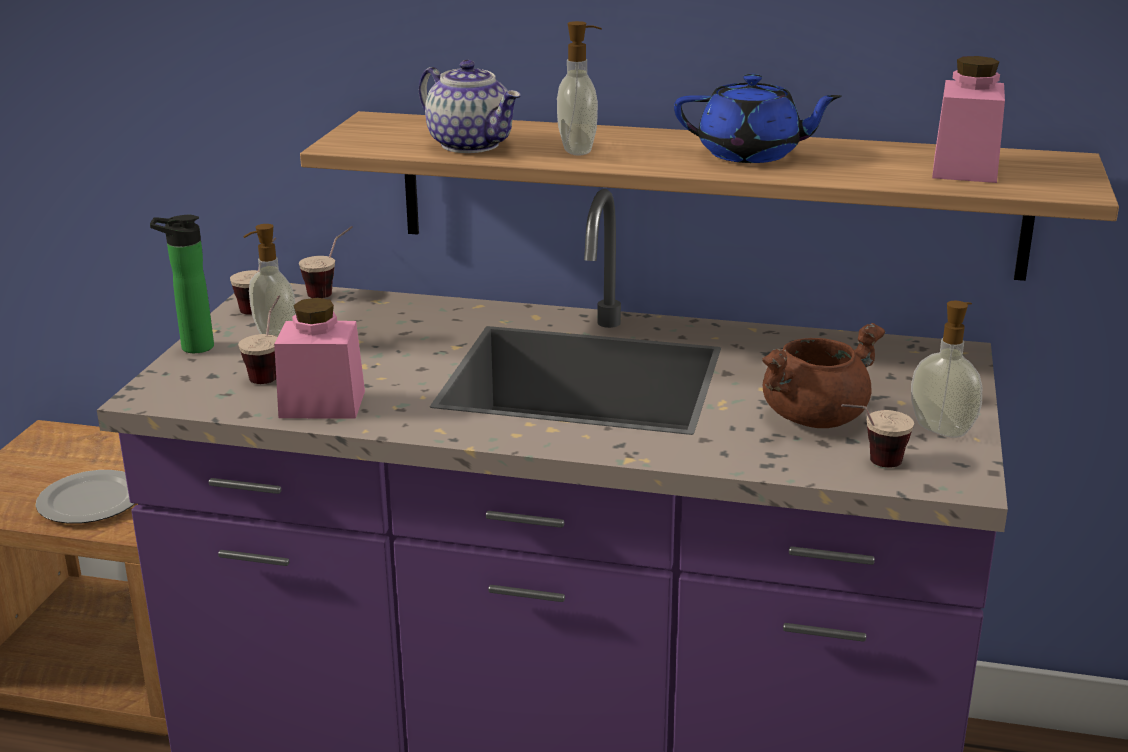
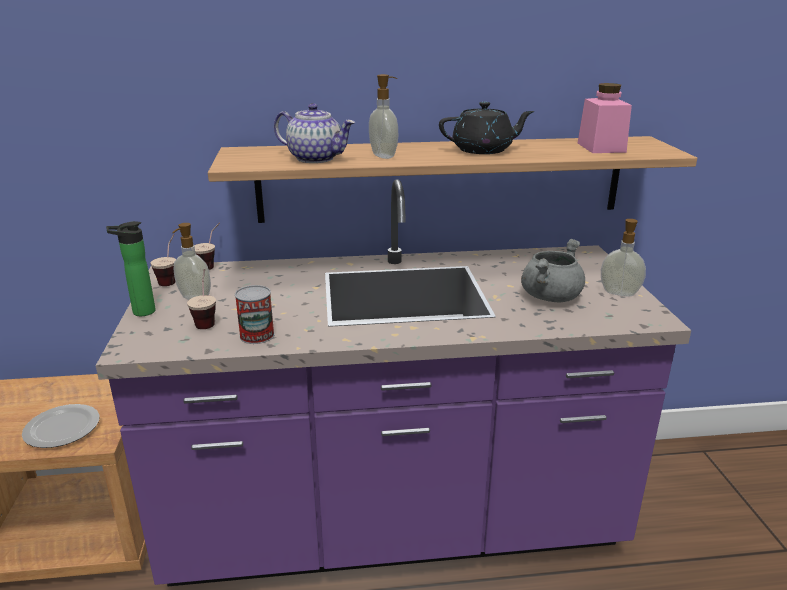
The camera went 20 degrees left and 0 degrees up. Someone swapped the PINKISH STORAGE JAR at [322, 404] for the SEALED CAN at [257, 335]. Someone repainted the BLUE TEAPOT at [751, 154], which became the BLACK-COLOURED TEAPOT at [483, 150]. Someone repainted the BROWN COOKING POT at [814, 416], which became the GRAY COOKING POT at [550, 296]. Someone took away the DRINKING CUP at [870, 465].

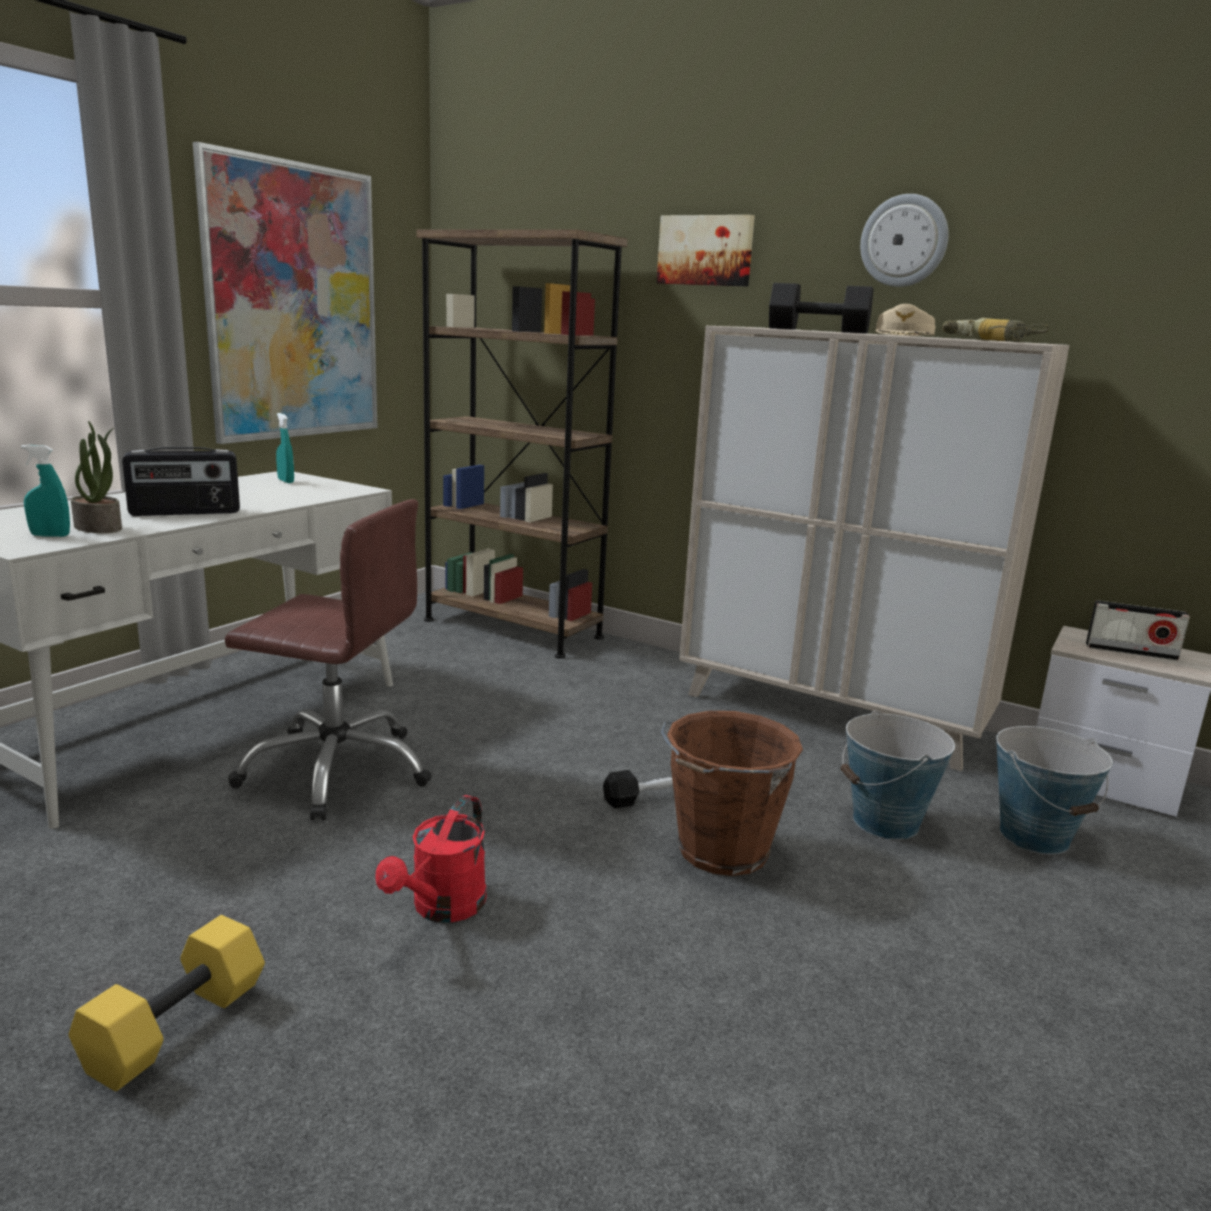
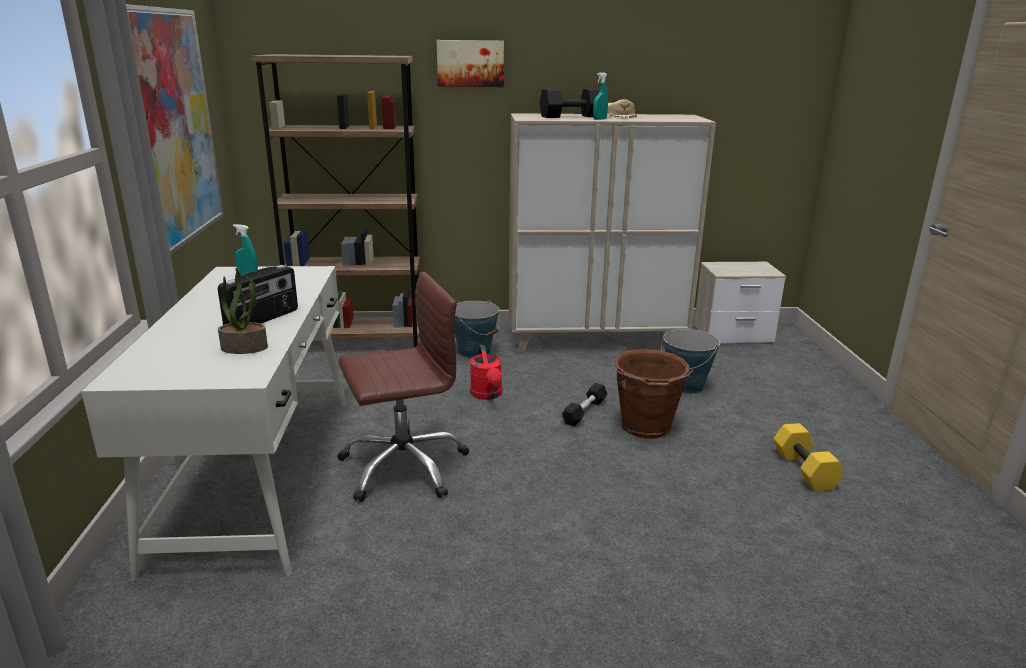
The camera went 35 degrees left and 5 degrees up. Someone carried the PAIL from [1034, 836] to [474, 352]. Someone carried the REDDISH SPRINKLING CAN from [442, 908] to [487, 395]. Someone carried the TURQUOISE SPRAY BOTTLE from [50, 535] to [599, 119]. Someone carried the YELLOW-COLOURED FREE WEIGHT from [176, 1029] to [805, 470]. Someone took away the CLOCK ON THE WALL at [904, 241]. Someone took away the DRILL at [991, 340]. Someone took away the RADIO at [1131, 651].

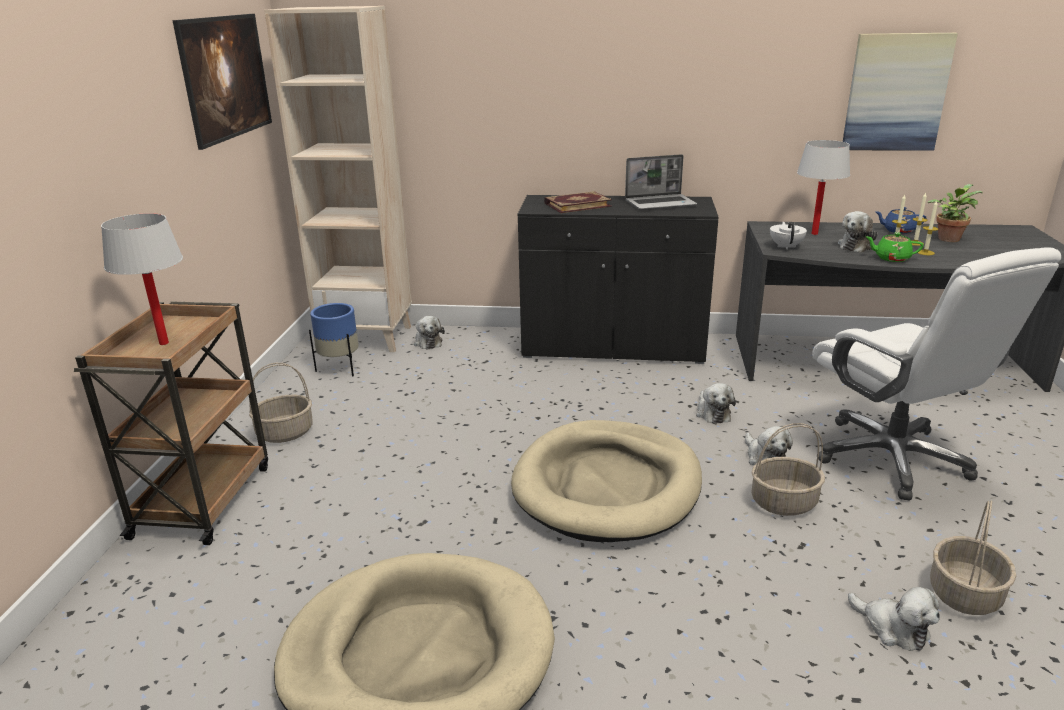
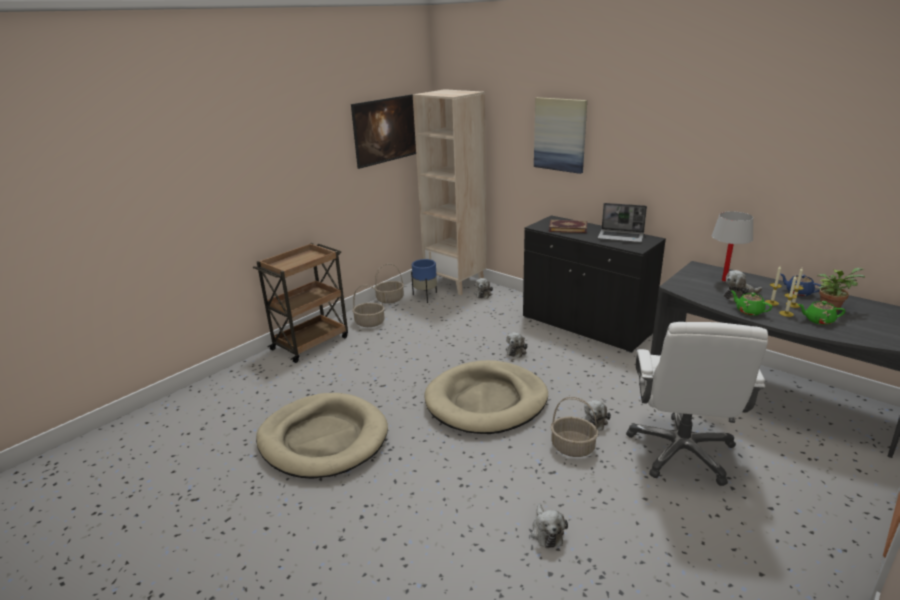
The camera went 35 degrees right and 0 degrees up. Someone carried the BASKET from [965, 595] to [390, 299]. Someone carried the CUDDLY TOY from [712, 413] to [517, 350]. Someone carried the WALL ART from [896, 92] to [560, 134]. Someone put down the GREENISH TEAPOT at [818, 320]. Someone took away the WHITE TABLE LAMP at [164, 343]. Someone took away the WHITE TEAPOT at [786, 247].

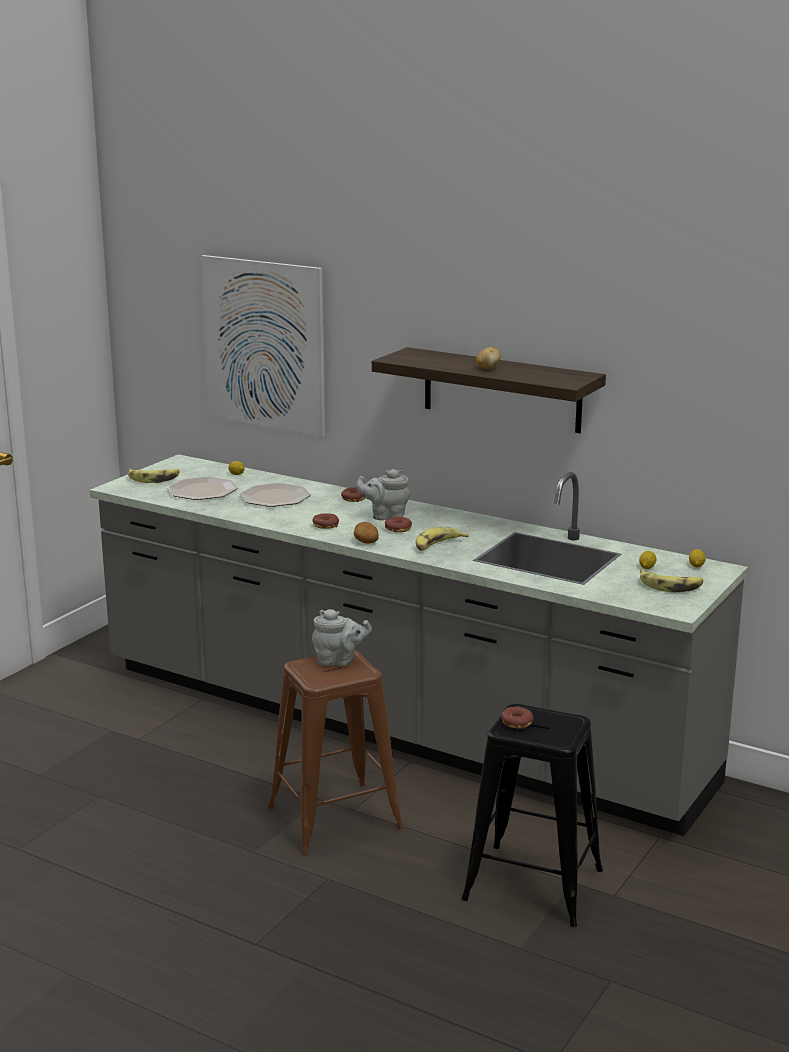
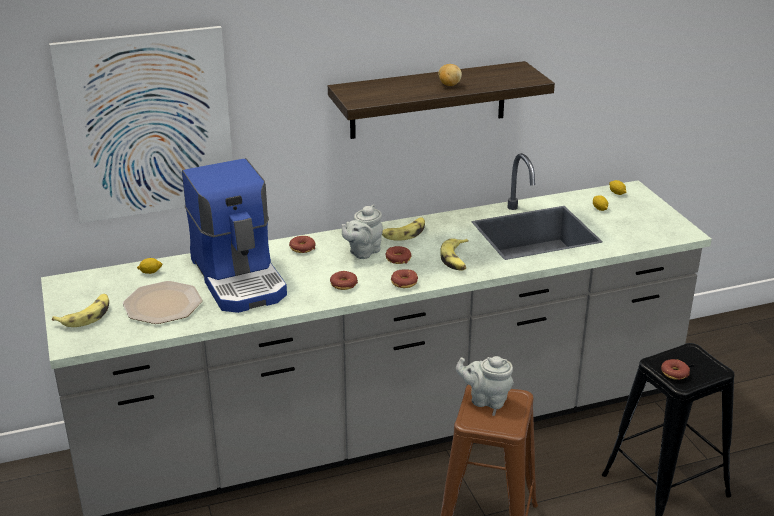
The camera went 50 degrees left and 10 degrees up. Someone swapped the FLAT DISH at [276, 497] for the COFFEE MACHINE at [240, 278]. Someone carried the BANANA FRUIT from [670, 586] to [403, 233]. Someone swapped the WHOLE POTATO at [365, 541] for the DONUT at [404, 283]. Someone rotated the GRAY TEAPOT at [339, 661] by 120 degrees counterclockwise.

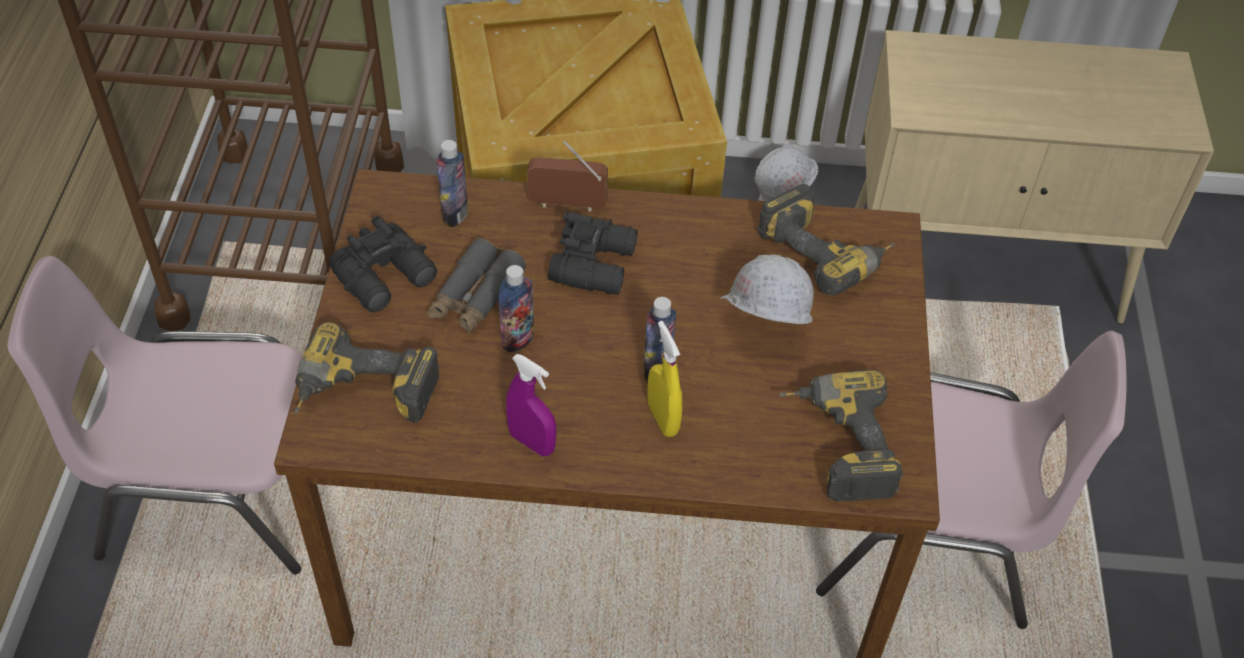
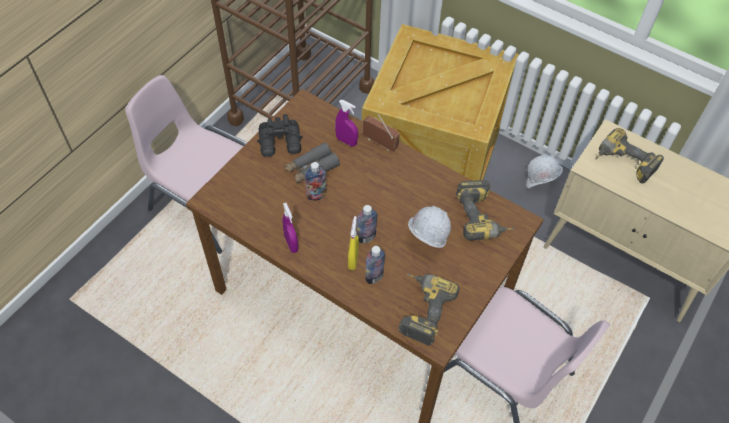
The camera went 30 degrees right and 5 degrees up. Someone put down the PURPLISH SPRAY BOTTLE at [346, 141]. Someone carried the BEVERAGE BOTTLE from [455, 214] to [374, 277]. Someone carried the DRILL from [363, 397] to [622, 164]. Someone took away the BLACK-COLOURED BINOCULARS at [596, 263].

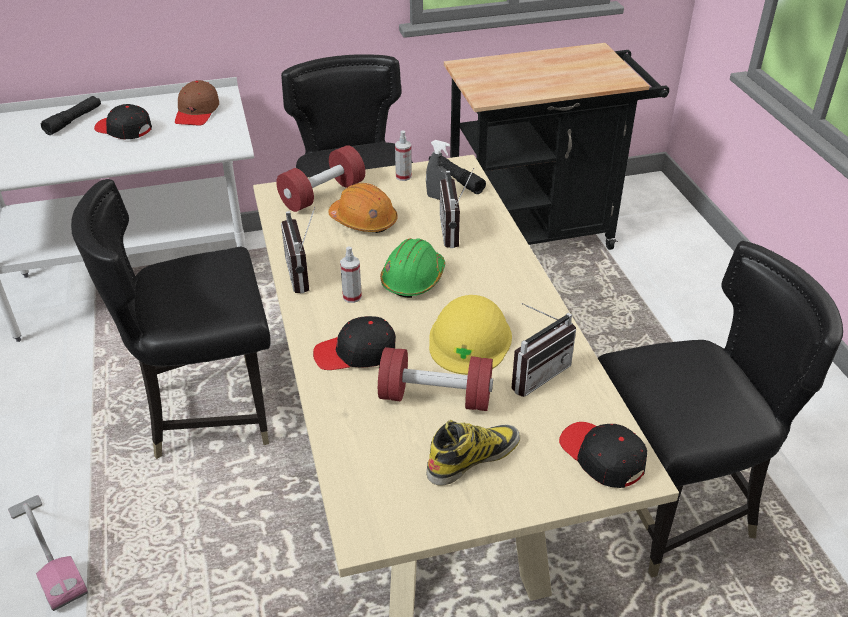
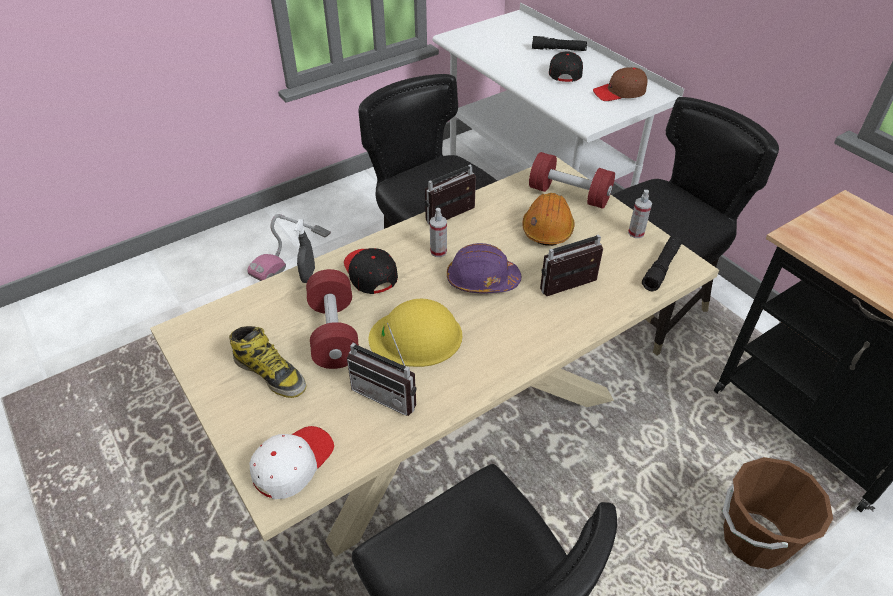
The camera went 70 degrees right and 5 degrees up. Someone repainted the BLACK-COLOURED PEAKED CAP at [601, 457], which became the WHITE PEAKED CAP at [292, 464]. Someone carried the GRAY SPRAY BOTTLE from [438, 198] to [308, 275]. Someone repainted the GREENISH SAFETY HELMET at [413, 279], which became the PURPLISH SAFETY HELMET at [482, 280]. Someone put down the BROWN PAIL at [754, 539].

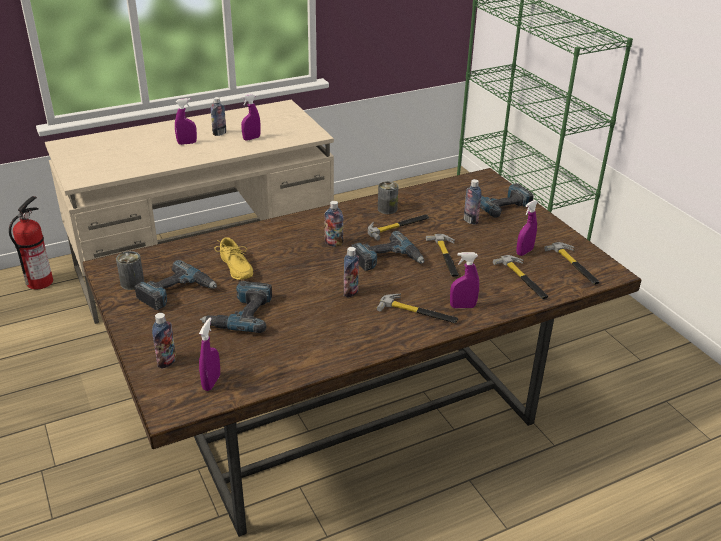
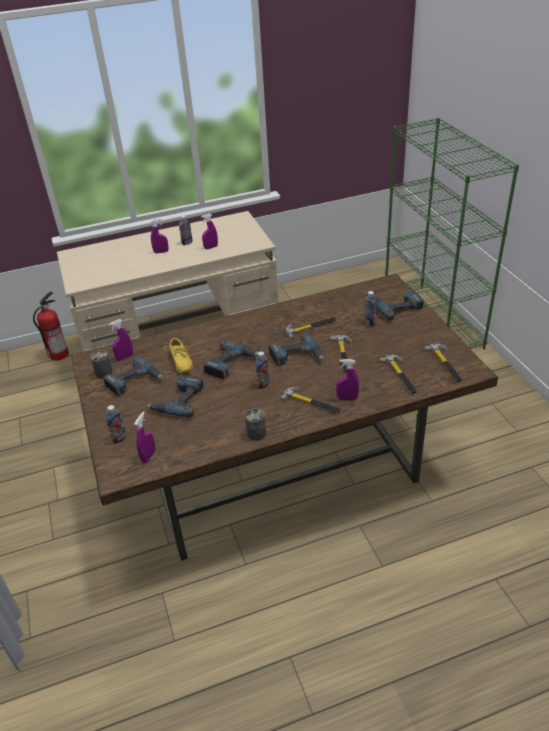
The camera went 10 degrees right and 5 degrees up. Someone carried the PURPLISH SPRAY BOTTLE from [524, 252] to [125, 357]. Someone put down the DRILL at [231, 364]. Someone carried the SEALED CAN from [387, 209] to [256, 433]. Someone took away the BEVERAGE BOTTLE at [333, 243].

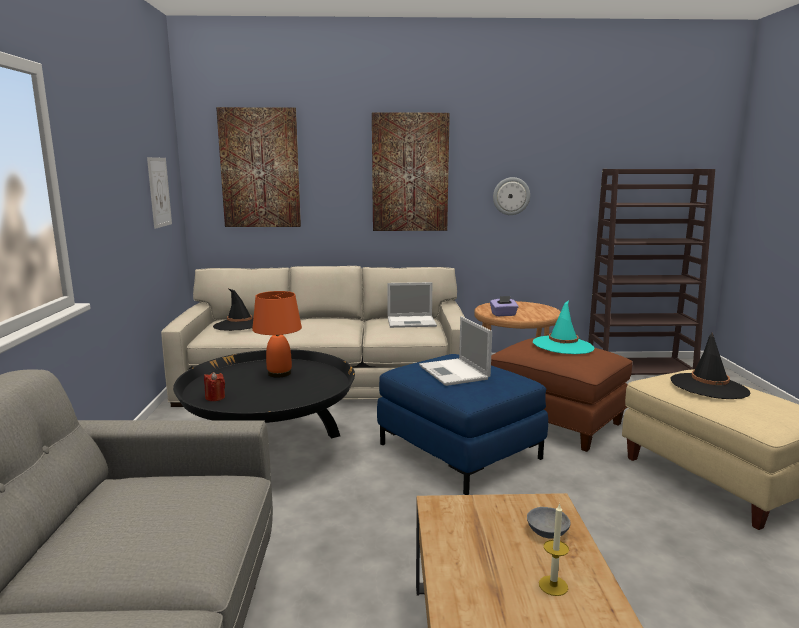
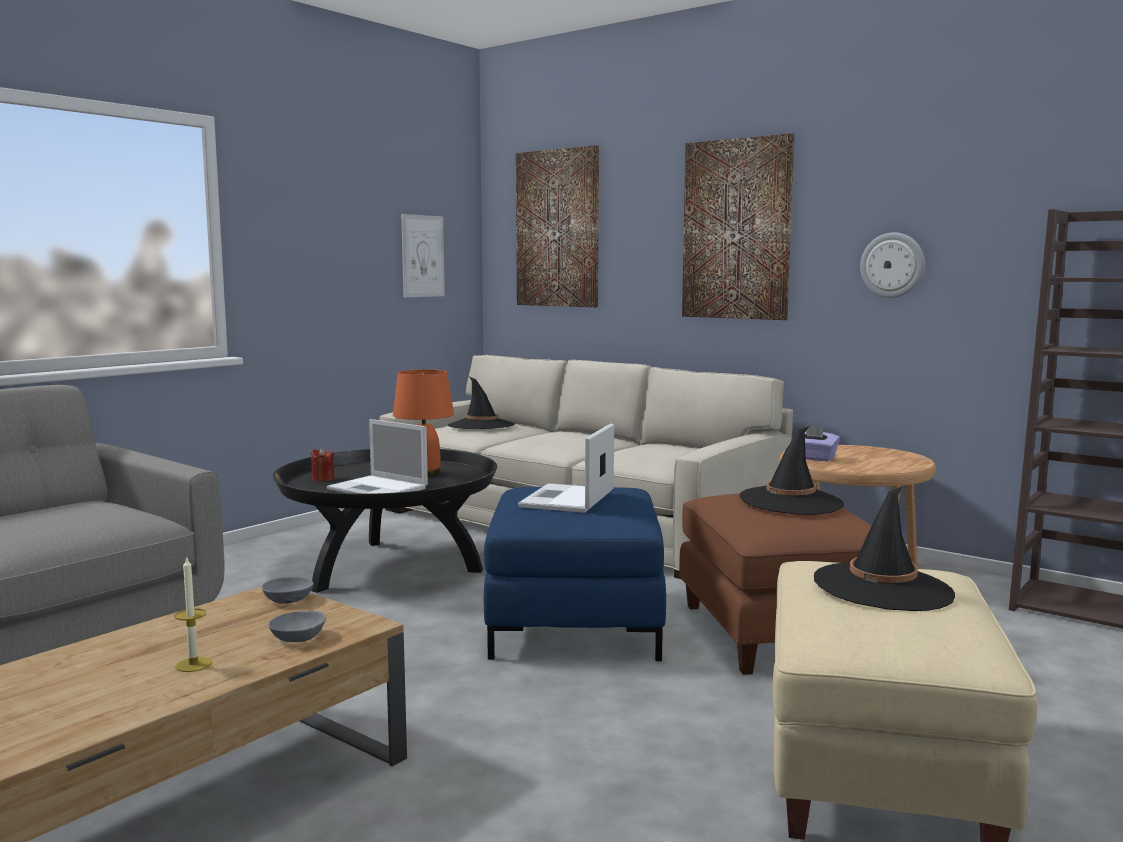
The camera went 40 degrees right and 5 degrees down. Someone put down the GRAY SERVING BOWL at [290, 599]. Someone carried the PORTABLE COMPUTER from [412, 322] to [379, 489]. Someone repainted the TURQUOISE WEARABLE HAT at [563, 345], which became the BLACK-COLOURED WEARABLE HAT at [791, 502].

